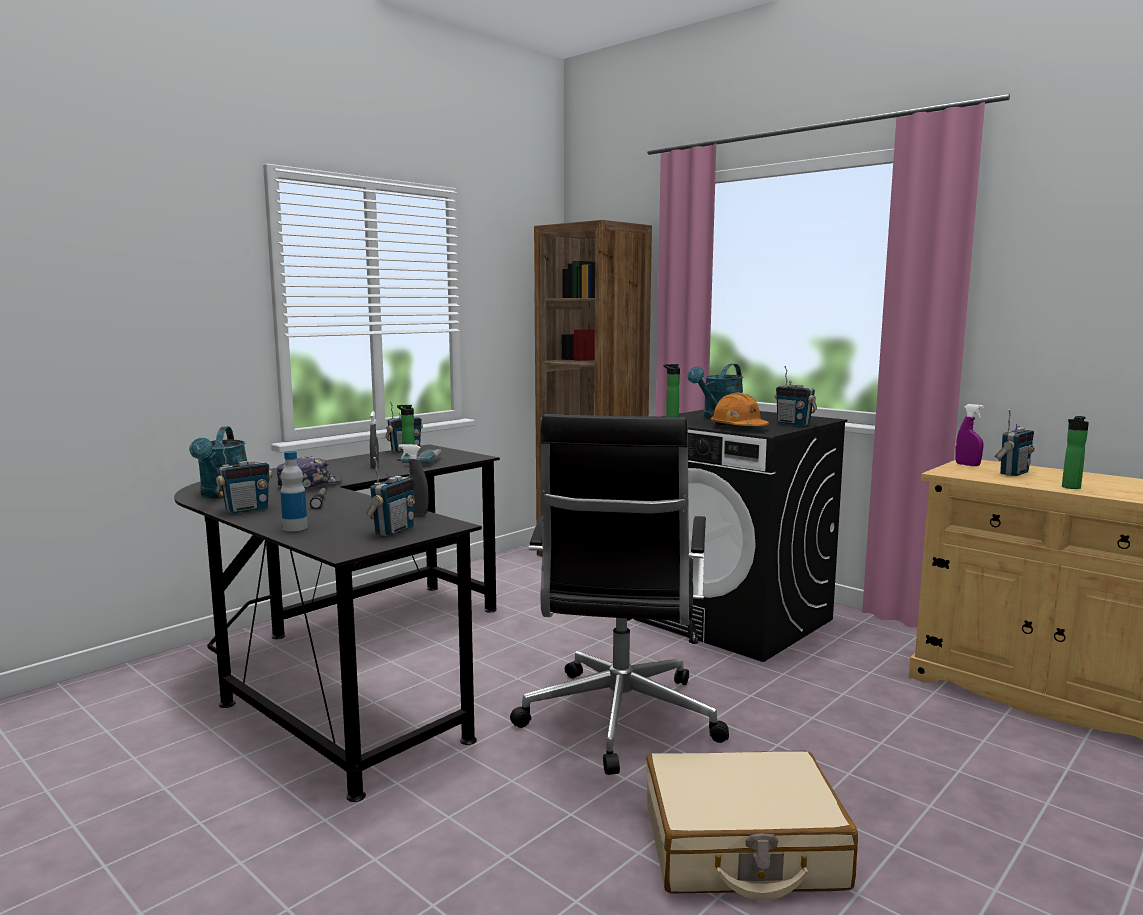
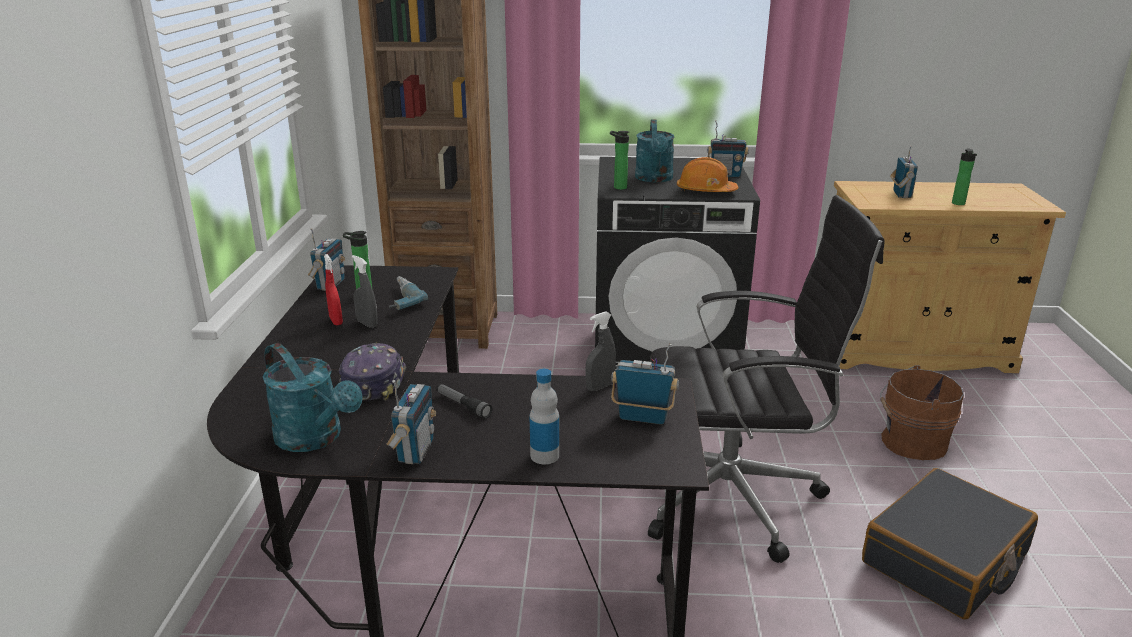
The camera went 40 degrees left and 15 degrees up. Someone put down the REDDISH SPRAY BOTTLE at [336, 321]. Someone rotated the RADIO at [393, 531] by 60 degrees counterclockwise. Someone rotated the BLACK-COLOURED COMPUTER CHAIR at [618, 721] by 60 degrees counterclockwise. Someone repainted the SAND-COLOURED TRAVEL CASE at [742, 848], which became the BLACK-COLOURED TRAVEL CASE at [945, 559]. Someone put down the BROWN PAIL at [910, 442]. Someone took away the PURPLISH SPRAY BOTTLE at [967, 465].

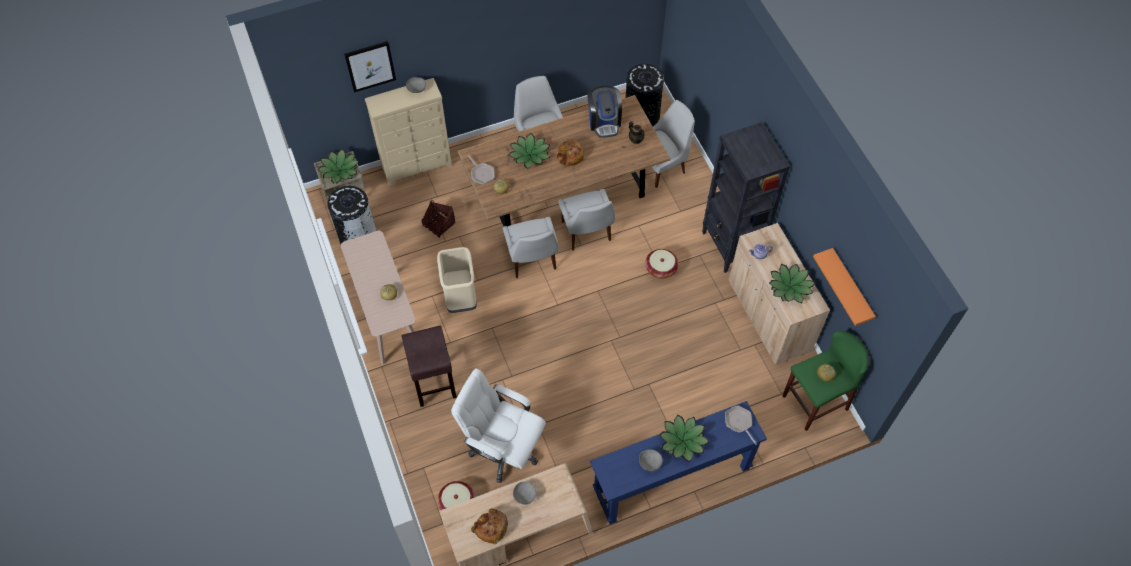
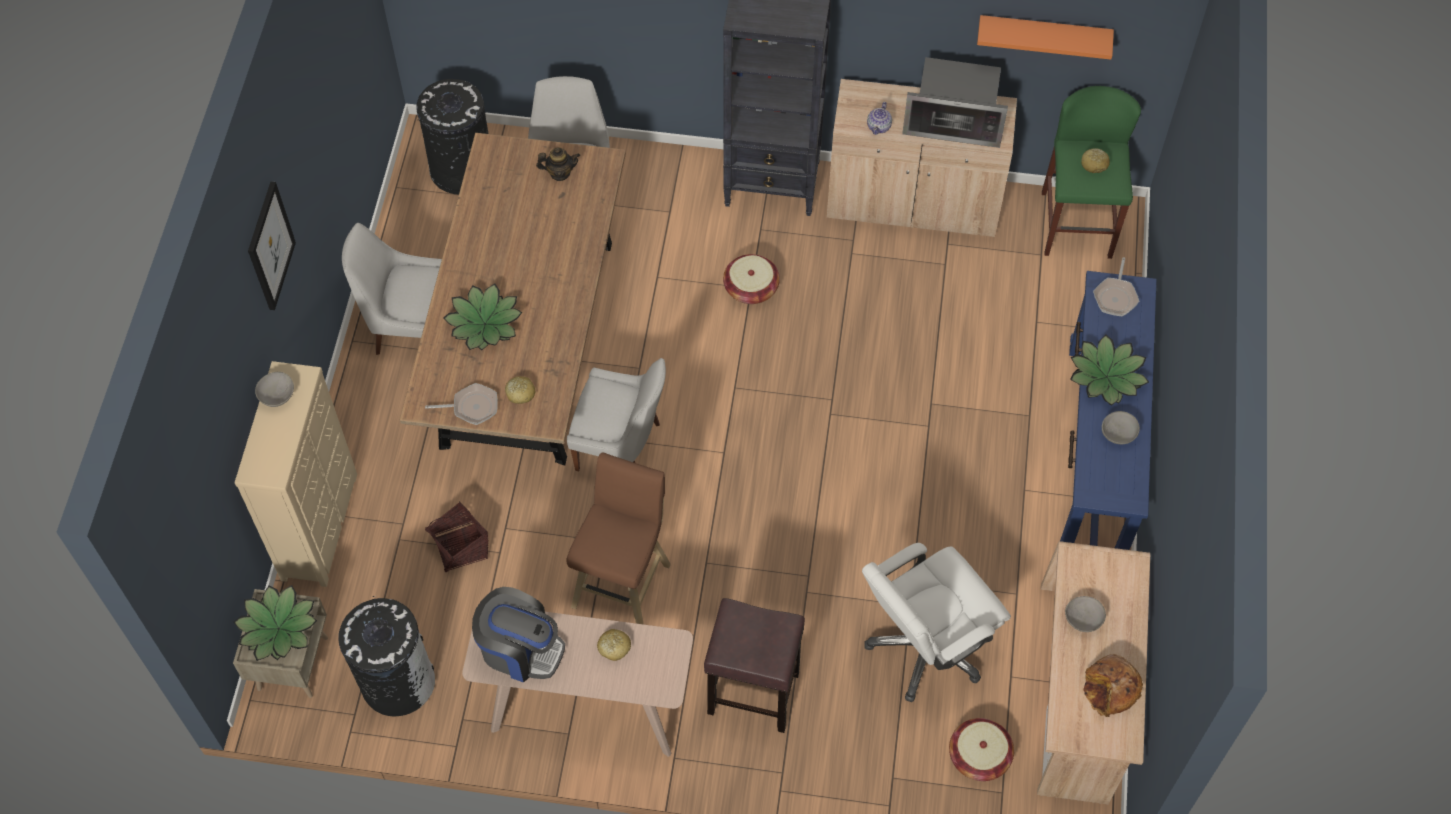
The camera went 60 degrees left and 0 degrees up. Someone carried the WALL ART from [370, 66] to [270, 246]. Someone carried the COFFEE MACHINE from [604, 121] to [520, 649]. Someone swapped the SAND-COLOURED TRASH CAN at [461, 298] for the BROWN STOOL SEAT at [623, 581]. Someone swapped the PLANT IN A POT at [790, 287] for the MICROWAVE at [954, 121]. Someone rotated the FRYING PAN at [739, 422] by 75 degrees counterclockwise. Someone took away the BAKED BREAD at [570, 156]. Someone took away the WHITE PLAIN CHAIR at [587, 233].

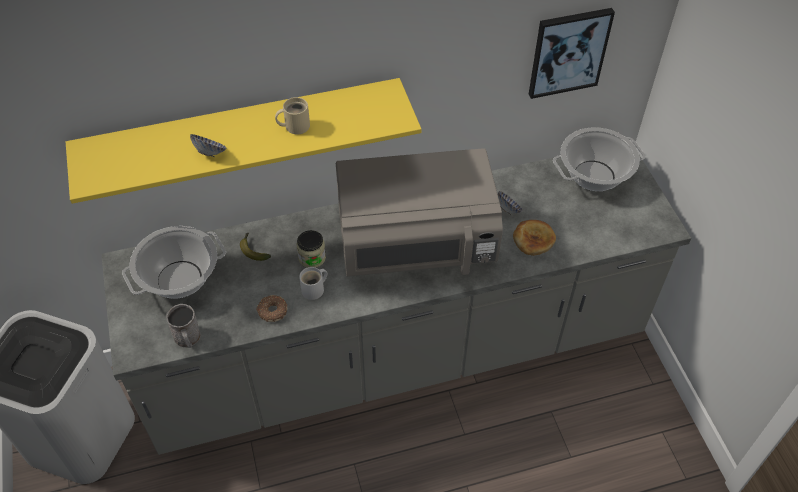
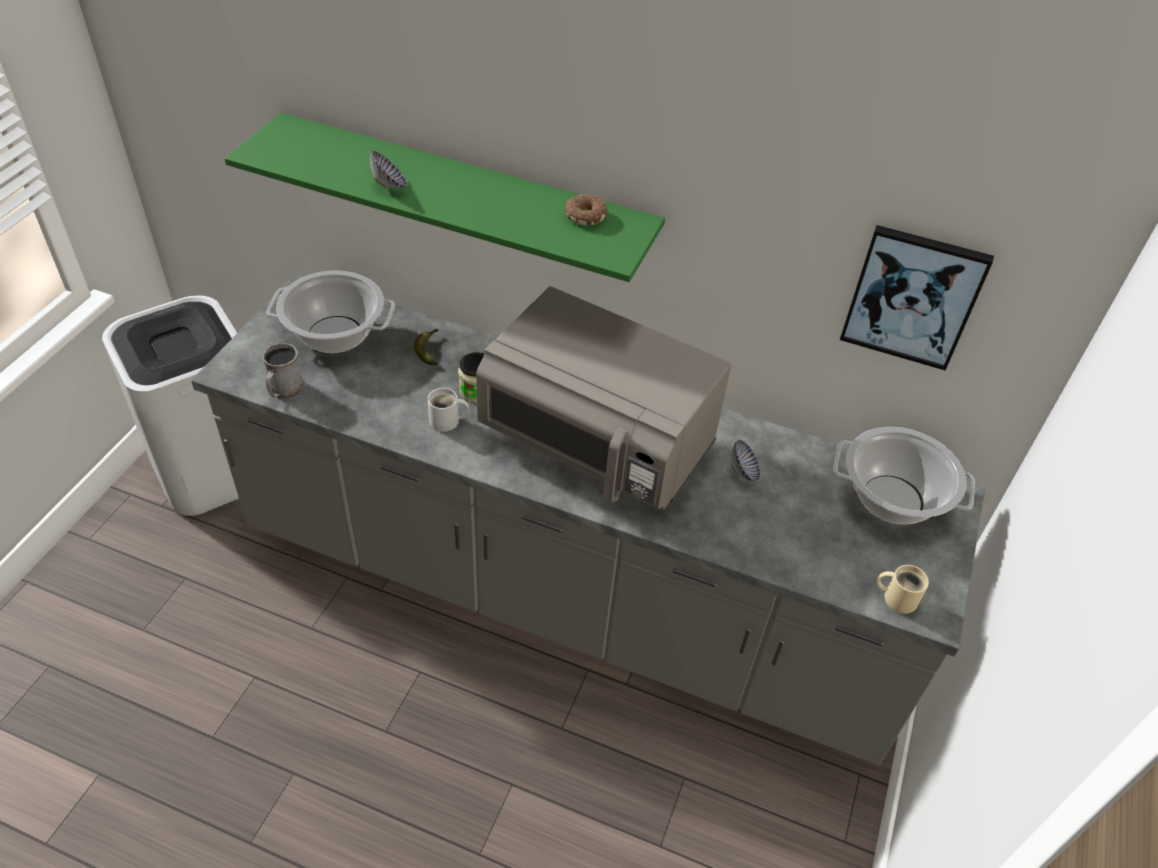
The camera went 35 degrees right and 5 degrees down. Someone repainted the YELLOW-COLOURED SHELF at [242, 131], which became the GREENISH SHELF at [465, 197]. Someone carried the DONUT from [272, 311] to [585, 215]. Someone carried the SAND-COLOURED TEA MUG from [295, 125] to [897, 597]. Someone took away the BAKED BREAD at [533, 239].

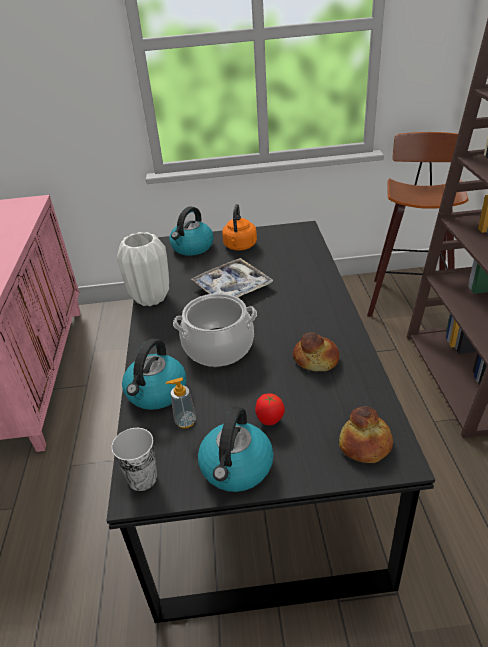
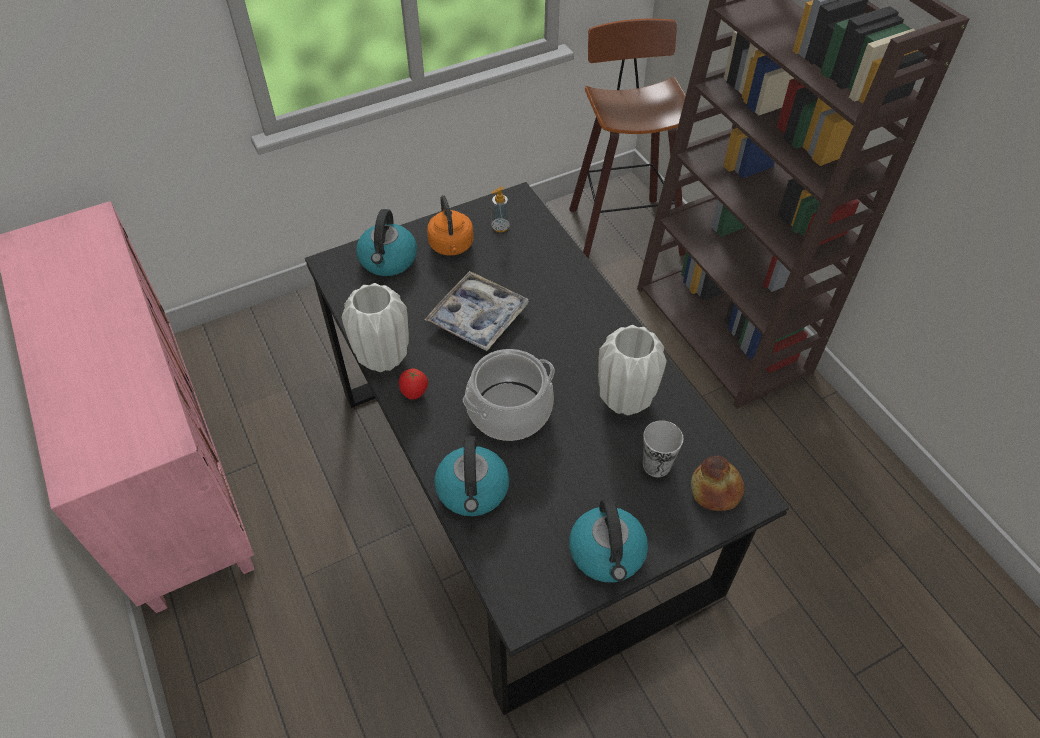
The camera went 25 degrees left and 15 degrees up. Someone carried the TOMATO from [270, 421] to [414, 394]. Someone carried the LIQUID SOAP BOTTLE from [185, 421] to [500, 227]. Someone swapped the BAKED BREAD at [316, 359] for the WHITE DECORATIVE VASE at [624, 399]. Someone carried the DRINKING CUP from [142, 478] to [656, 465].

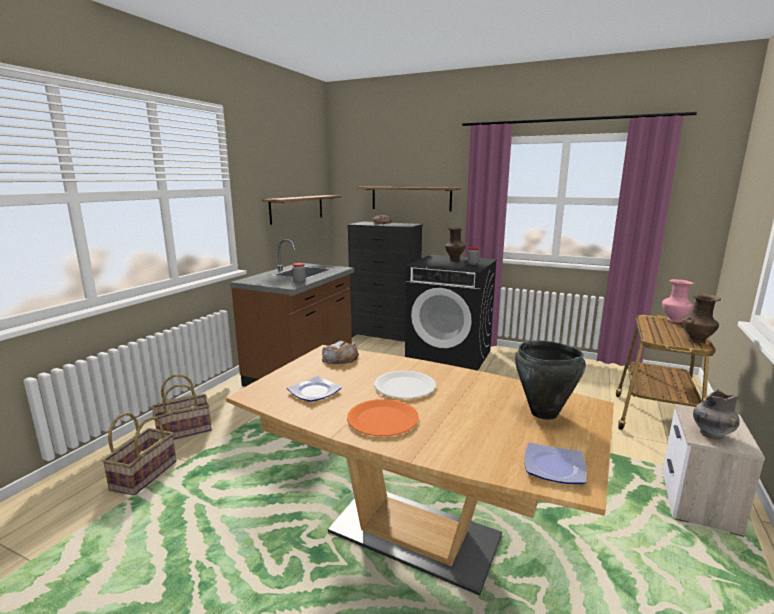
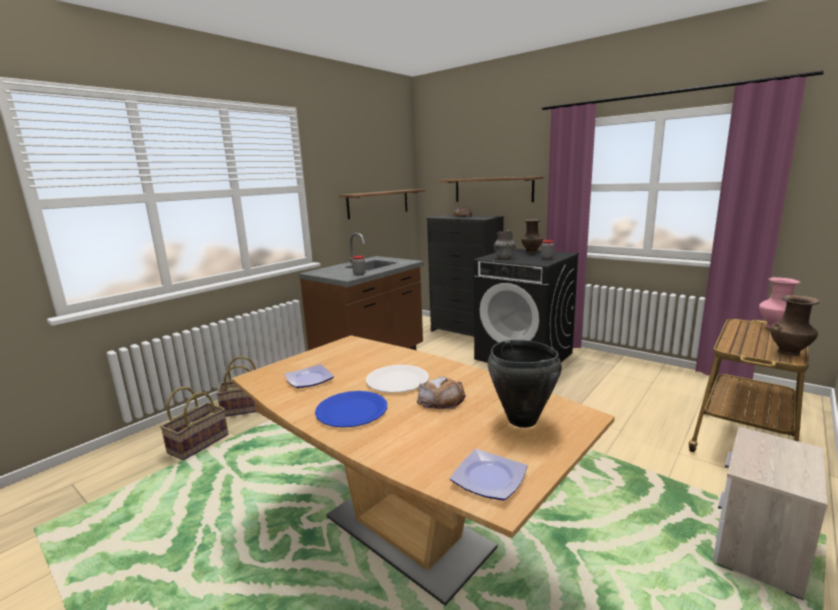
The camera went 15 degrees right and 0 degrees up. Someone repainted the ORANGE FLAT DISH at [382, 419], which became the BLUE FLAT DISH at [351, 411]. Someone carried the BAKED BREAD from [340, 358] to [441, 399]. Someone carried the GRAY DECORATIVE VASE from [711, 434] to [504, 257].

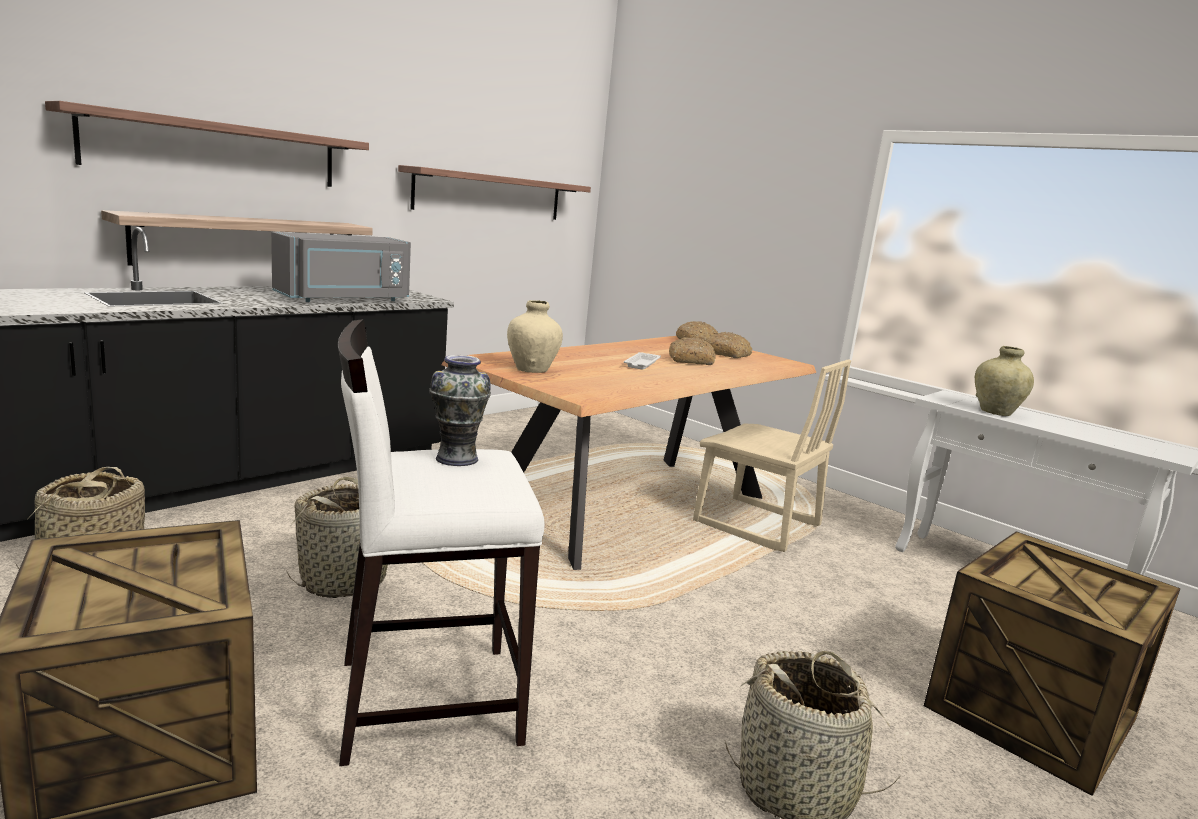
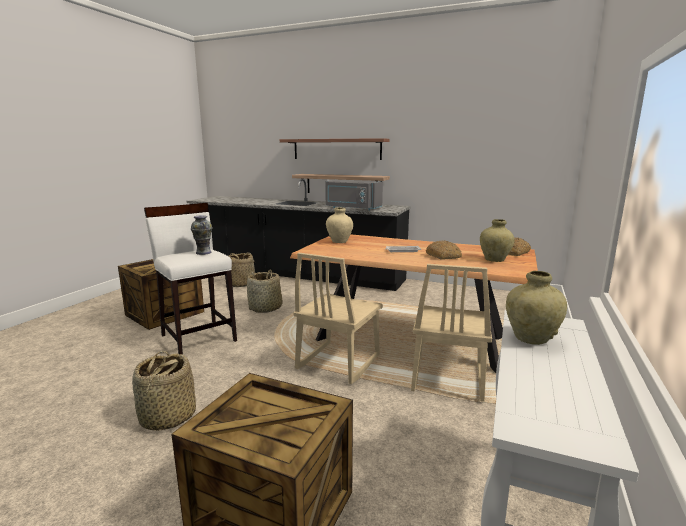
The camera went 70 degrees right and 0 degrees up. Someone put down the SAND-COLOURED PLAIN CHAIR at [337, 362]. Someone swapped the BAKED BREAD at [727, 354] for the SAND-COLOURED DECORATIVE VASE at [494, 260]. Someone took away the SHELF at [490, 195].

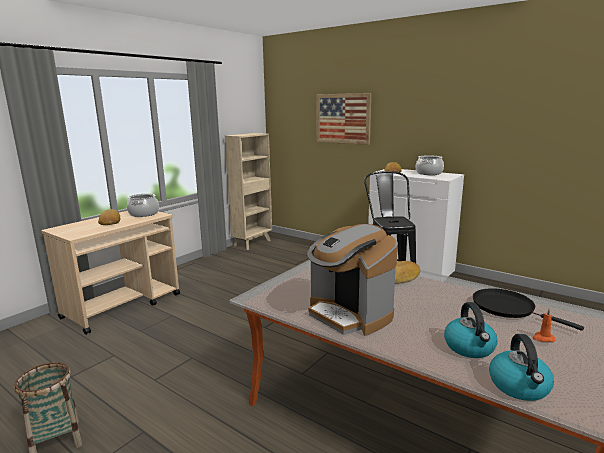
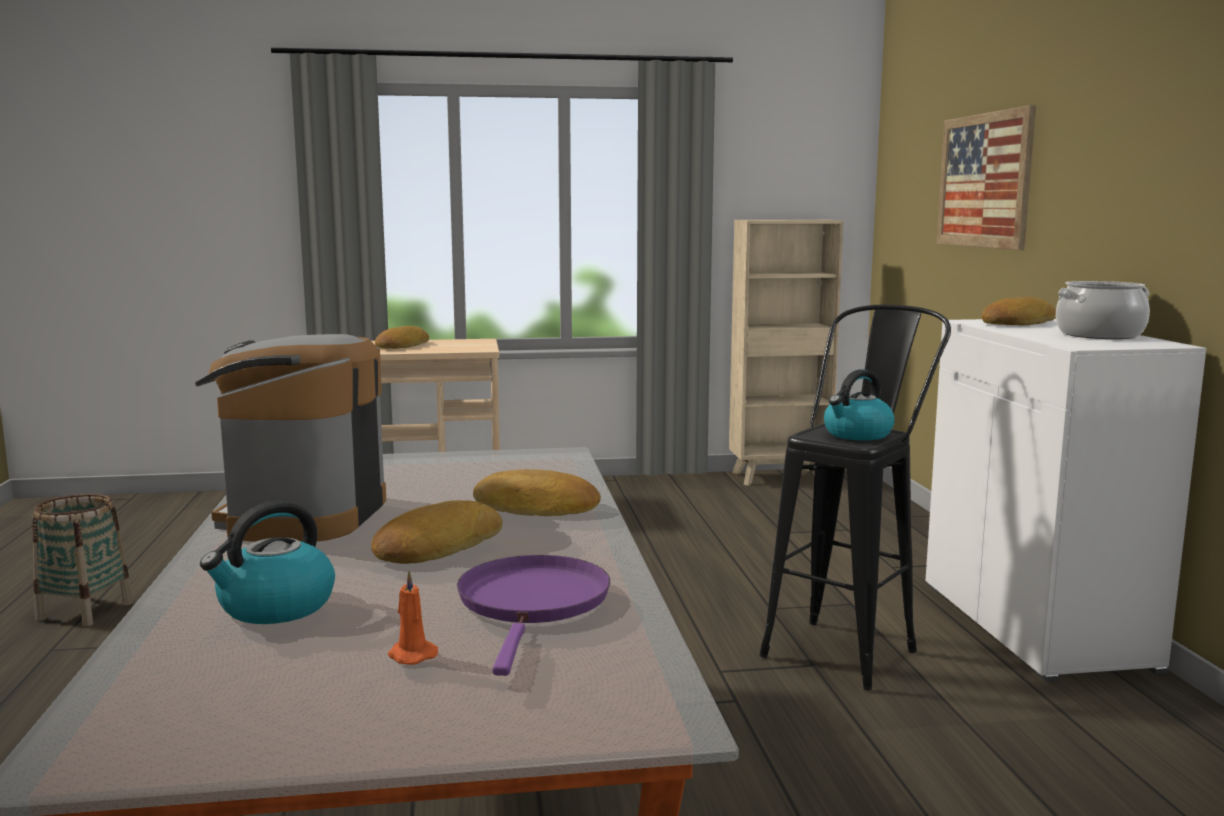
The camera went 45 degrees right and 5 degrees down. Someone put down the BAKED BREAD at [436, 546]. Someone repainted the BLACK-COLOURED FRYING PAN at [507, 308], which became the PURPLISH FRYING PAN at [533, 604]. Someone carried the TEA KETTLE from [519, 386] to [857, 434]. Someone took away the COOKING POT at [143, 214].

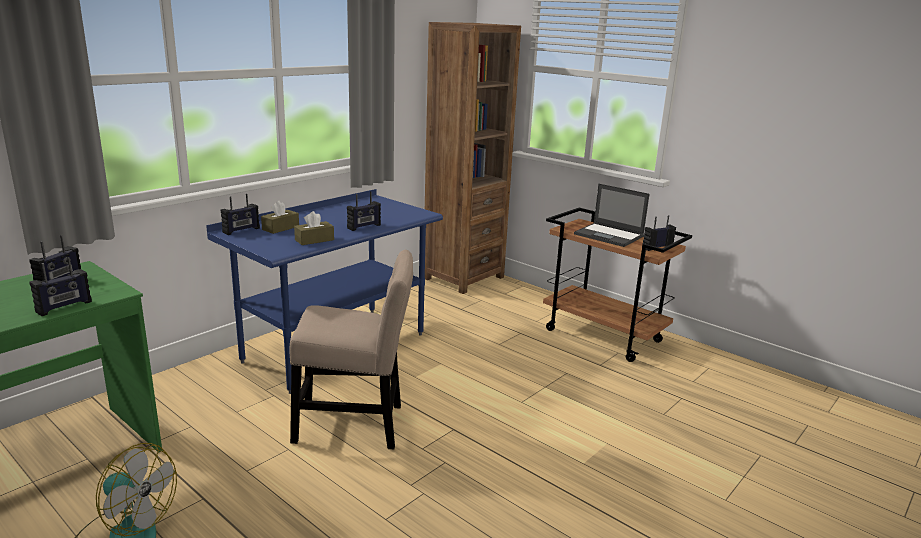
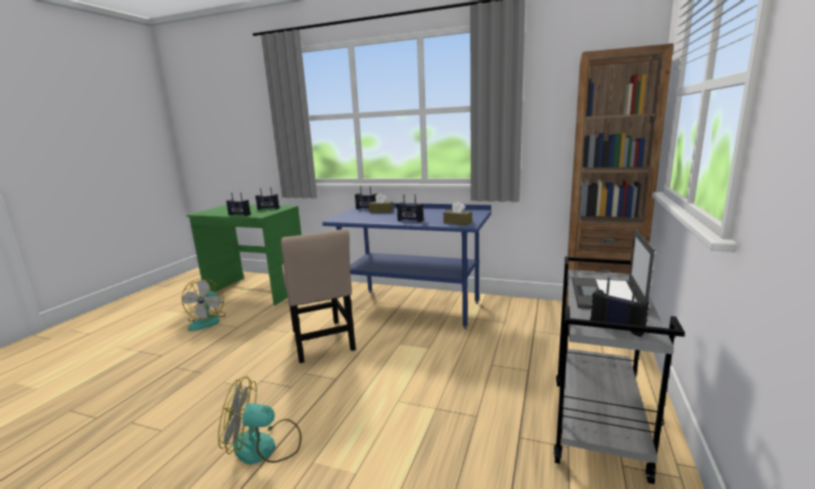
The camera went 70 degrees right and 5 degrees down. Someone put down the ELECTRIC FAN at [265, 447]. Someone carried the BROWN TISSUE HOLDER from [314, 240] to [457, 222]. Someone repainted the BROWN CART at [604, 336], which became the GRAY CART at [598, 427].

